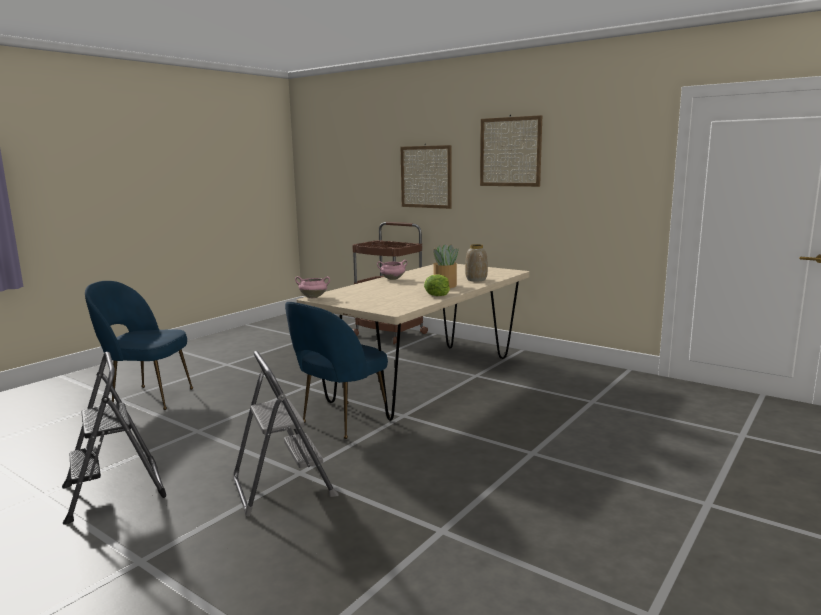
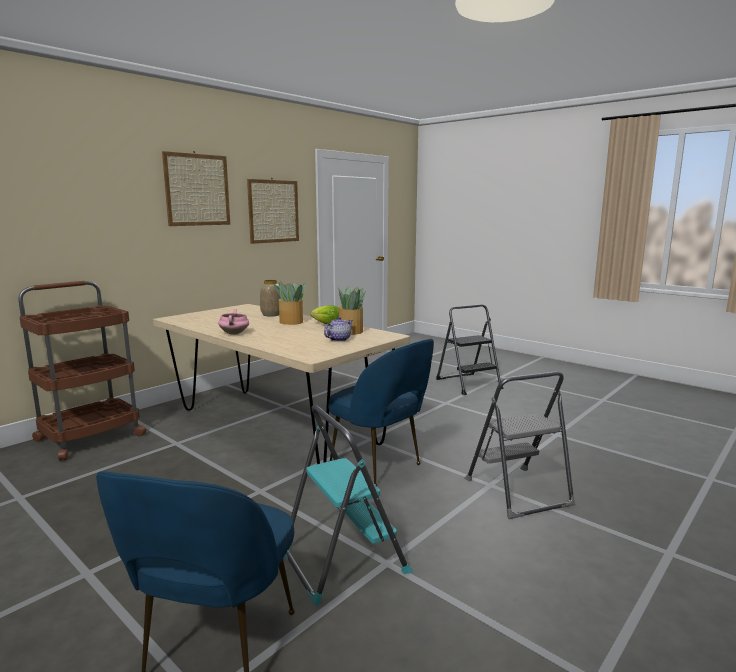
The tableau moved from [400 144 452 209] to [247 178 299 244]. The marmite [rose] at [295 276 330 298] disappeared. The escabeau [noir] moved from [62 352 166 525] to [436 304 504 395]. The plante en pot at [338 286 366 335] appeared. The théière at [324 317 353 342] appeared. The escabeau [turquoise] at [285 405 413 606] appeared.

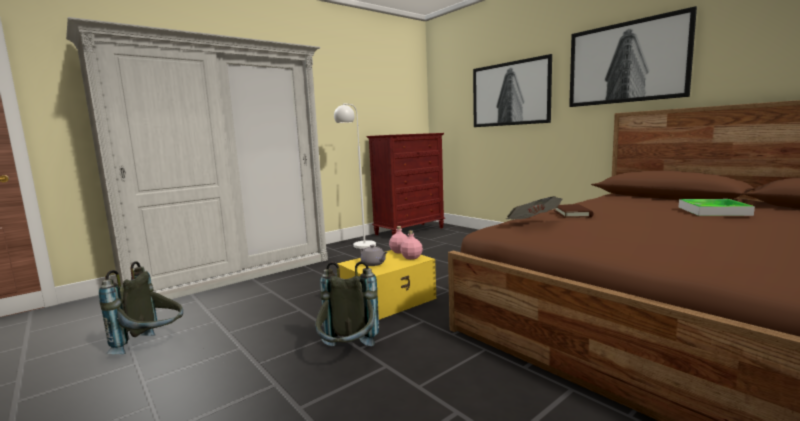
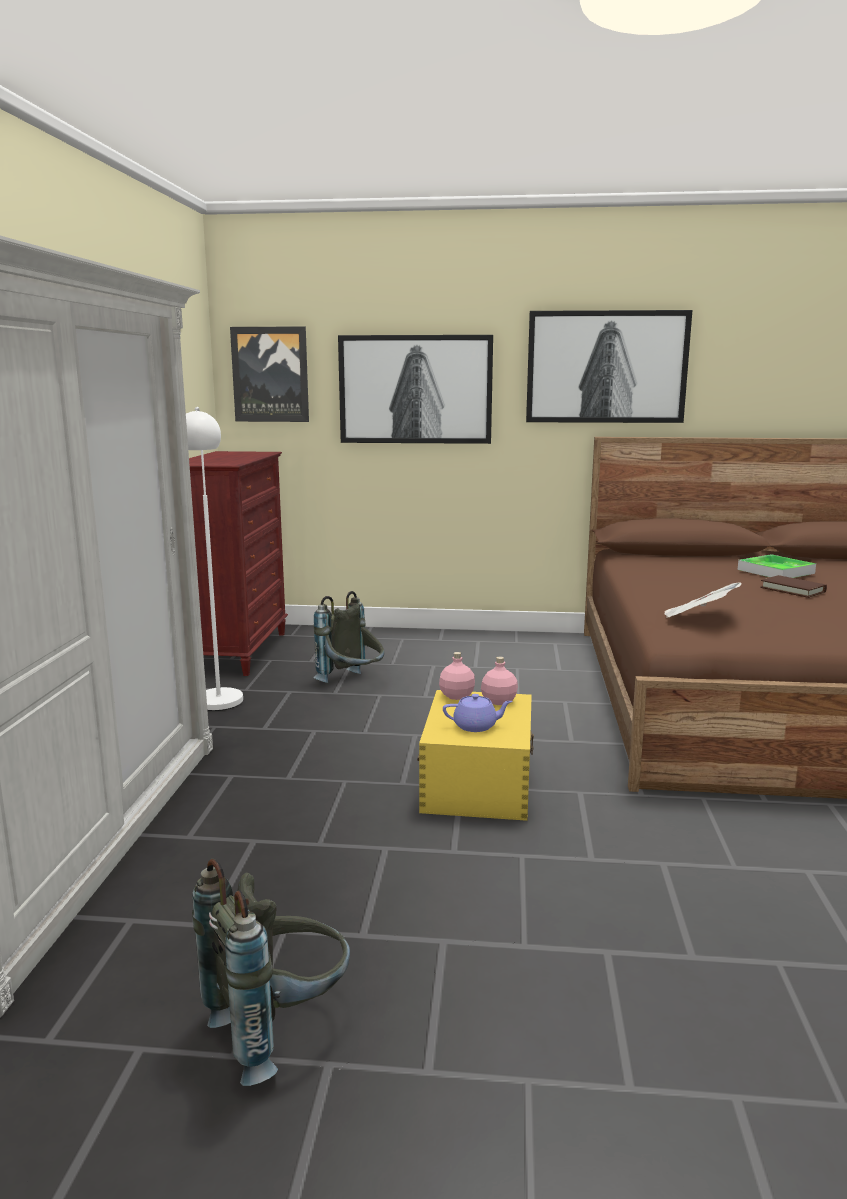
The livre [marron] moved from [554 204 593 218] to [760 575 827 598]. The théière [gris] at [360 245 388 266] became the théière [violet] at [443 694 513 732]. The sac à dos [gris] moved from [315 261 379 346] to [313 591 385 683]. The tableau at [230 326 309 422] appeared.

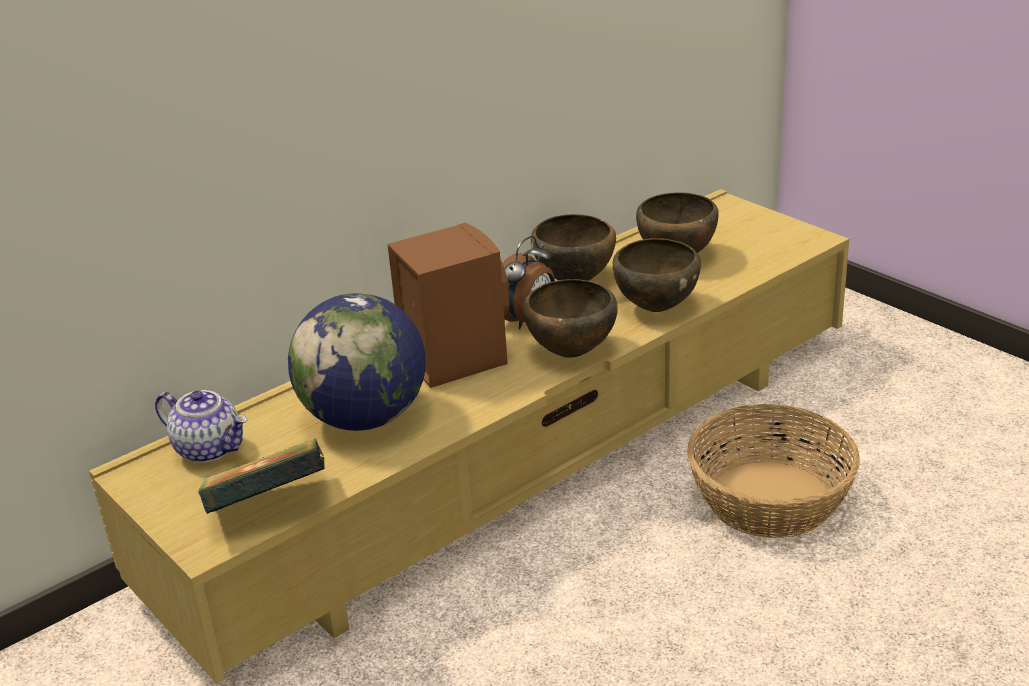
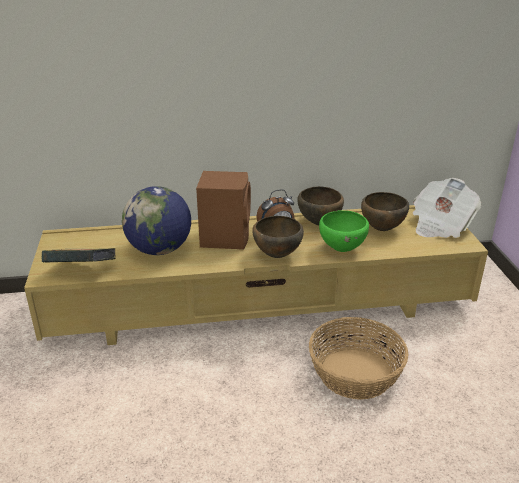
The bol [marron] at [613 238 701 312] became the bol [vert] at [319 210 369 252]. The théière at [155 390 248 463] disappeared. The journal at [412 178 481 238] appeared.

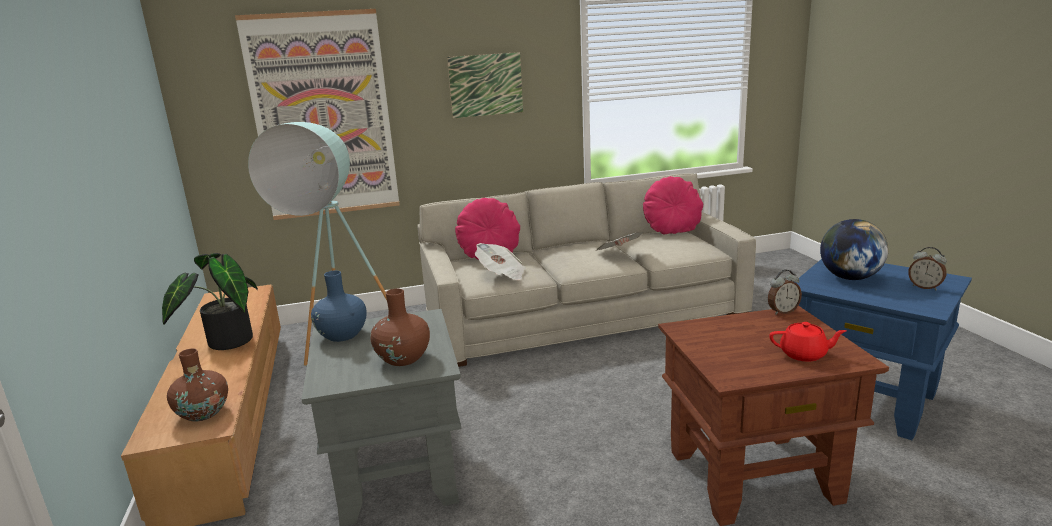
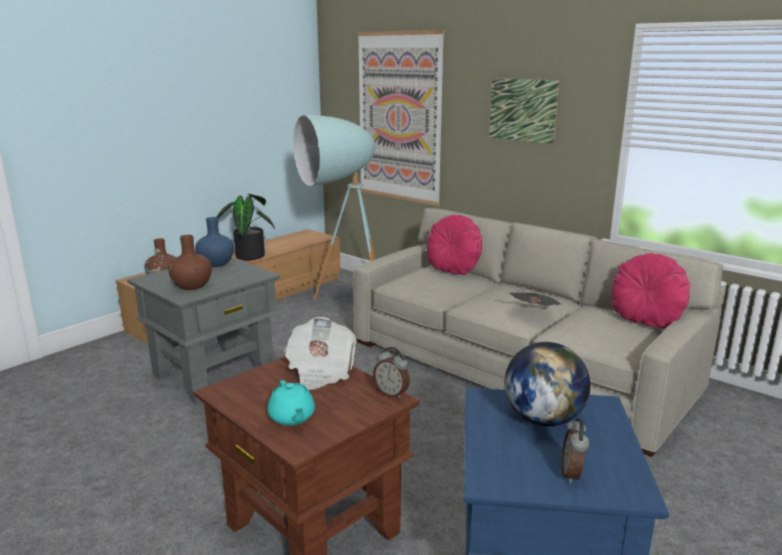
The journal moved from [475 243 526 280] to [284 317 357 390]. The théière [rouge] at [769 322 847 361] became the théière [turquoise] at [267 380 315 426].

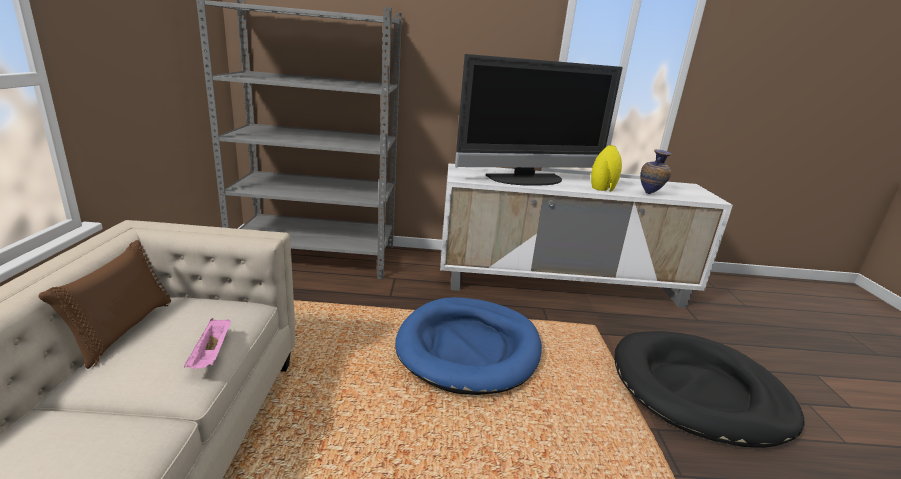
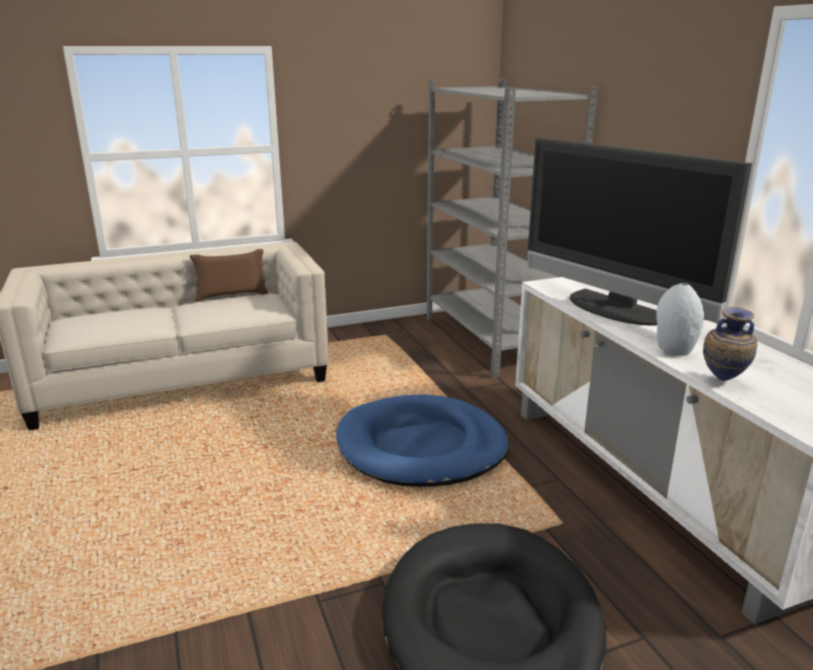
The vase [jaune] at [591 145 622 192] became the vase [gris] at [656 283 704 356]. The plateau [rose] at [184 318 231 369] disappeared.

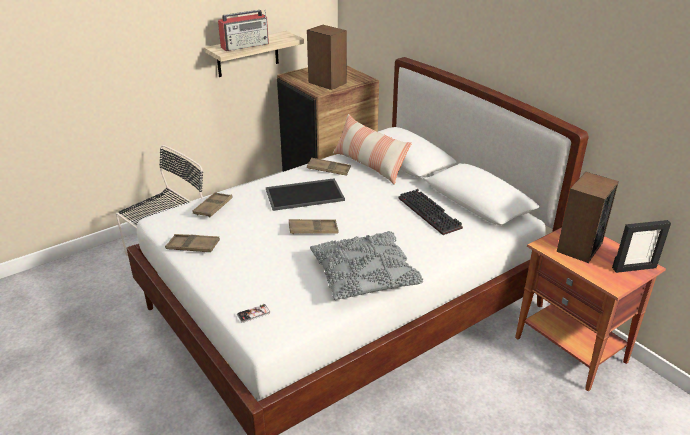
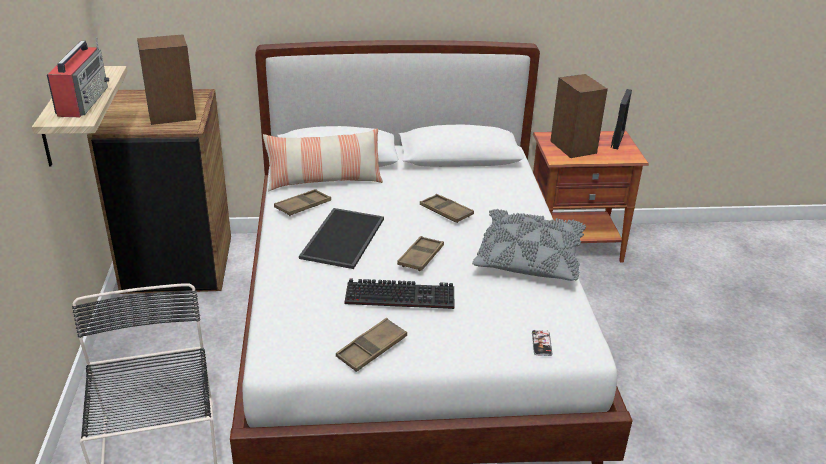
The clavier moved from [399 189 463 235] to [345 279 454 309]. The plateau [marron] moved from [192 192 233 218] to [420 194 474 223].

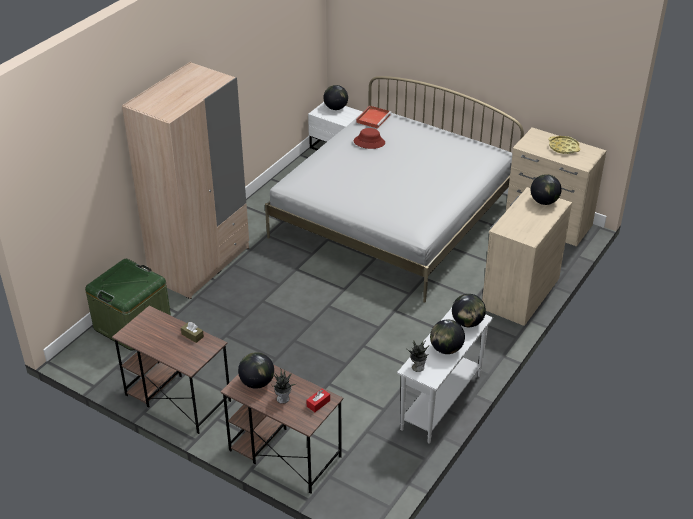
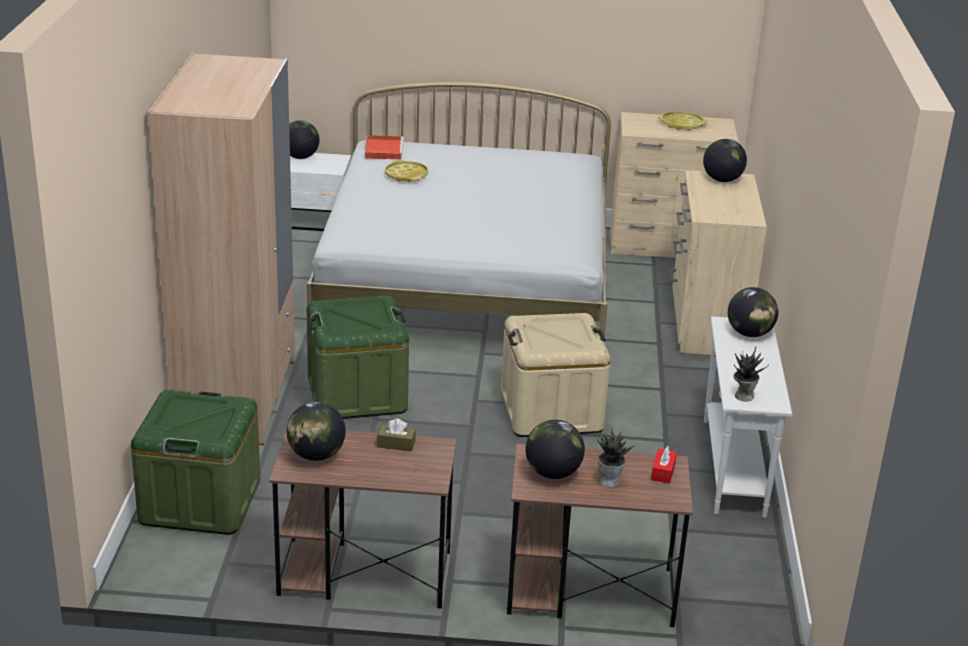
The chapeau [rouge] at [354 128 385 149] was replaced by the plateau [jaune] at [385 160 428 182]. The globe moved from [430 319 465 354] to [287 402 346 461]. The boîte de rangement [vert] at [307 296 409 419] appeared. The boîte de rangement [beige] at [501 313 611 437] appeared.

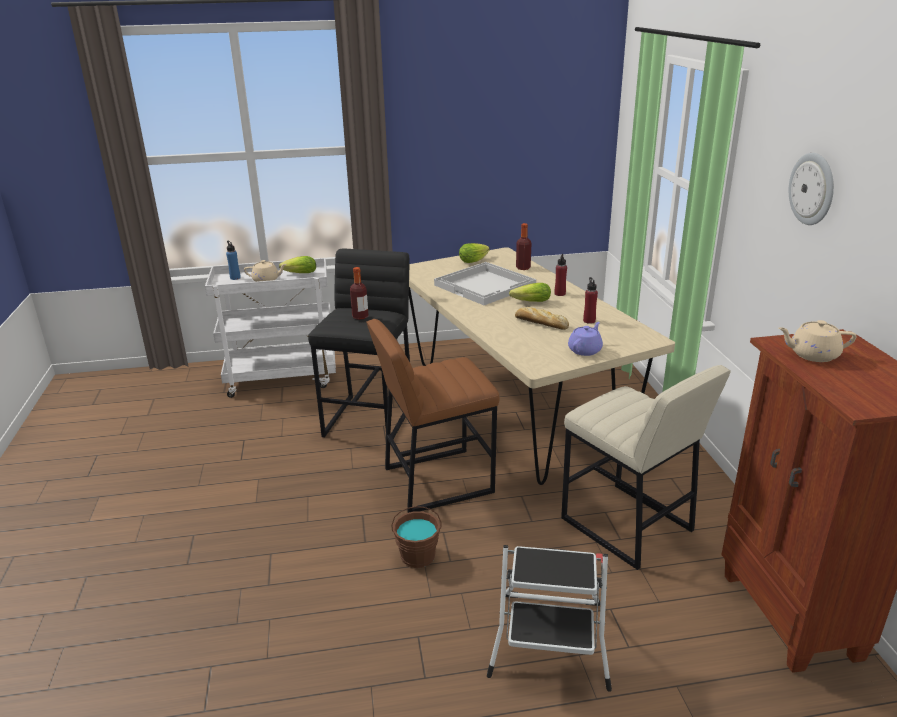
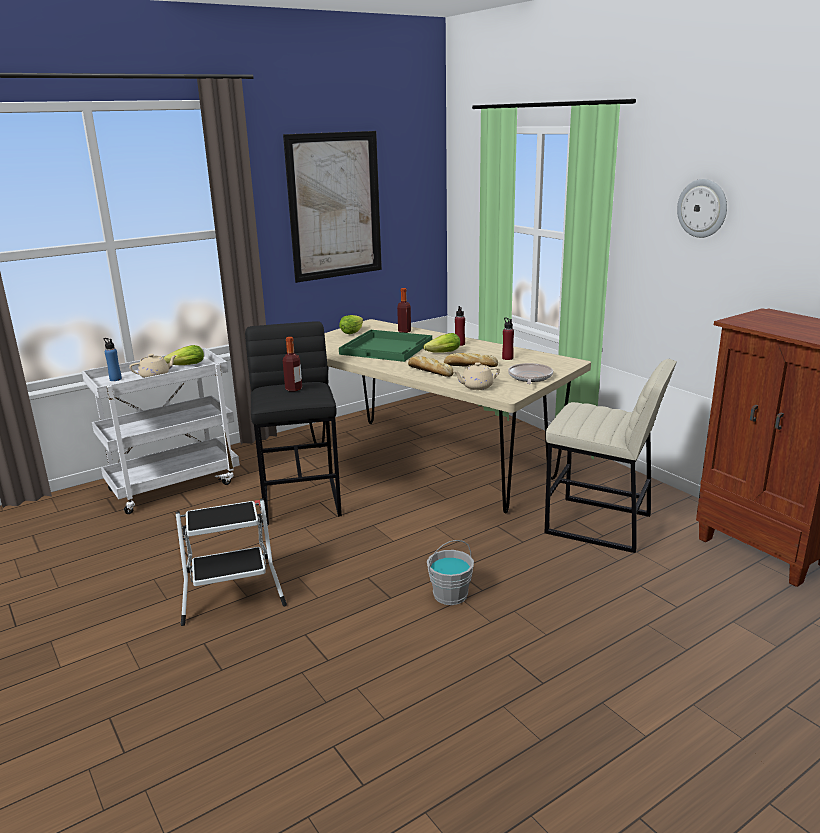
The plateau [blanc] at [434 262 536 305] became the plateau [vert] at [339 330 432 362]. The chaise [marron] at [366 319 500 513] disappeared. The théière [beige] moved from [778 320 857 362] to [453 362 500 390]. The théière [violet] at [568 322 603 356] was replaced by the poêle at [508 363 553 384]. The seau [marron] at [391 506 441 568] became the seau [gris] at [427 540 474 605]. The escabeau moved from [487 545 612 692] to [176 498 287 626]. The tableau at [283 131 382 283] appeared. The pain at [408 356 454 377] appeared.

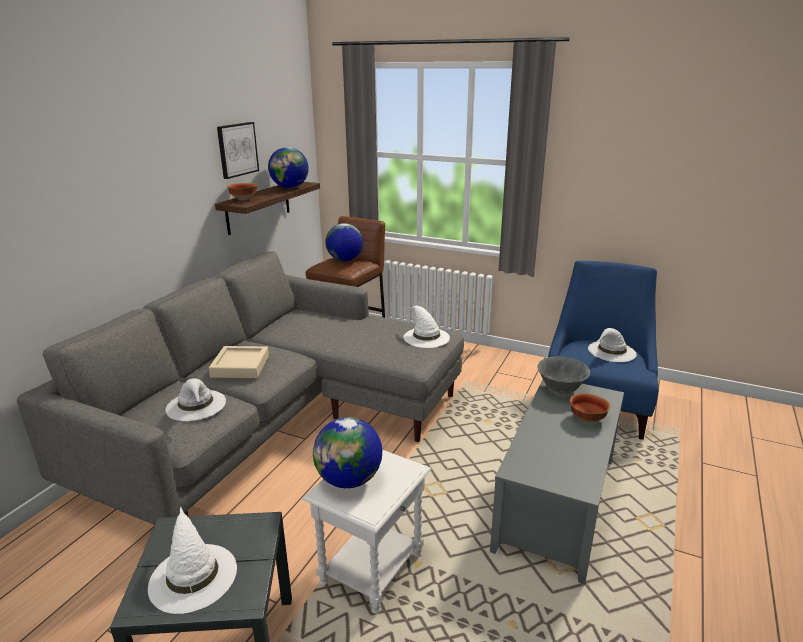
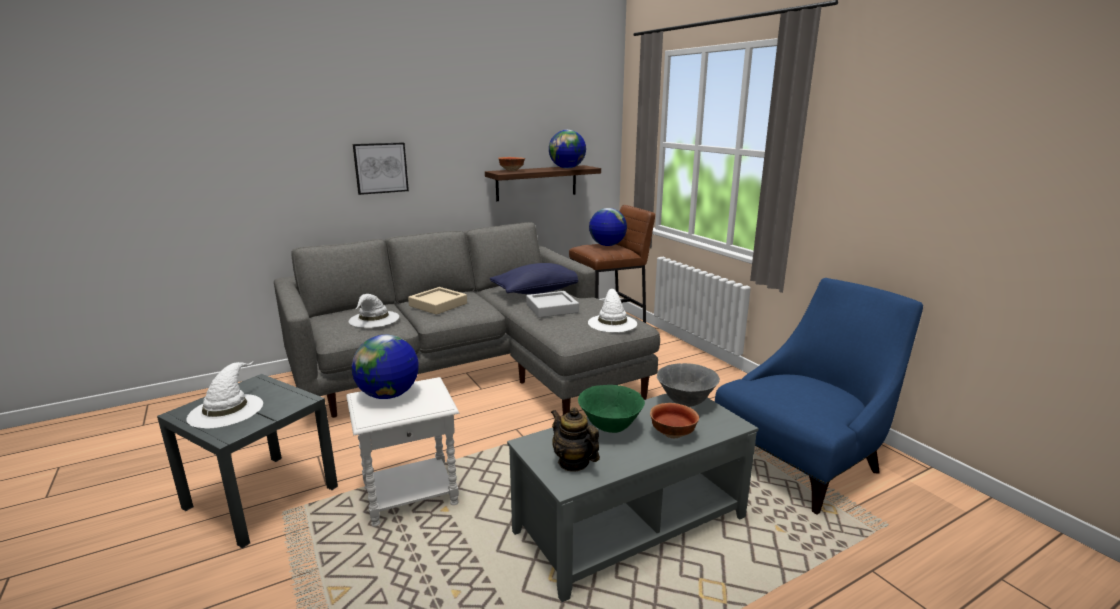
The tableau moved from [217 122 259 179] to [353 143 409 195]. The chapeau [blanc] at [588 328 637 362] disappeared. The coussin [bleu] at [490 263 578 294] appeared. The plateau [gris] at [526 291 579 318] appeared. The bol [vert] at [578 385 645 433] appeared. The théière at [551 407 600 472] appeared.

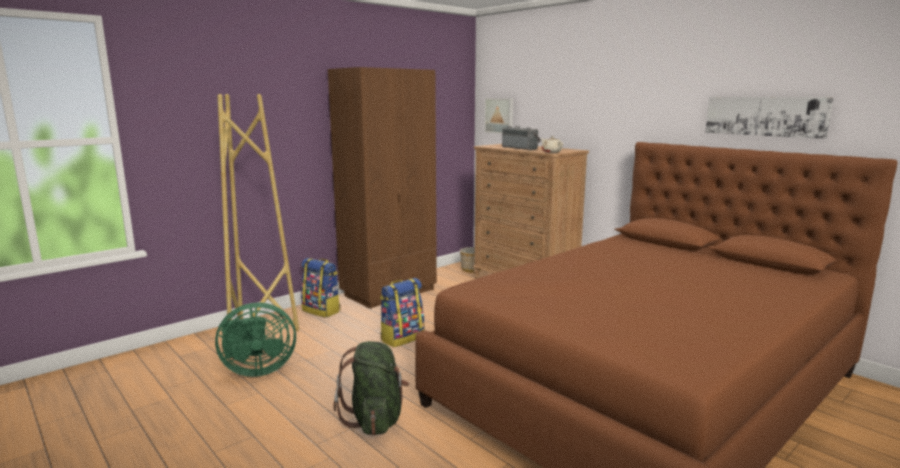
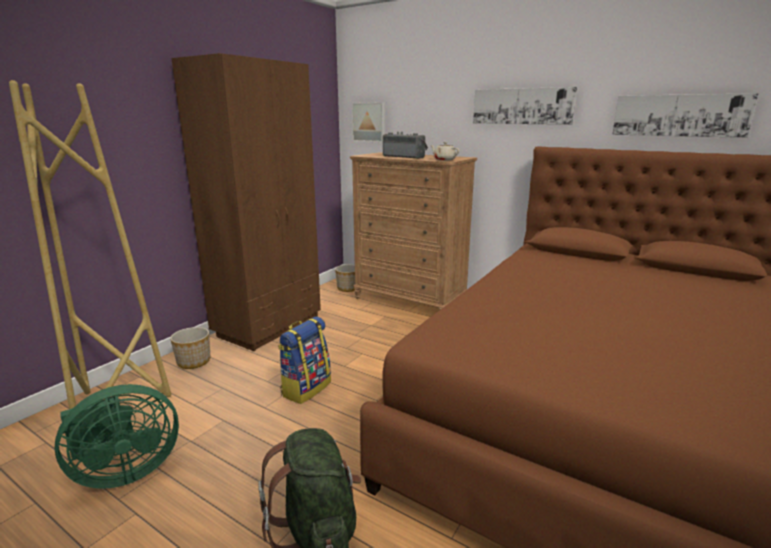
The sac à dos at [301 258 341 318] was replaced by the cache-pot at [170 327 210 369]. The tableau at [473 87 577 125] appeared.

